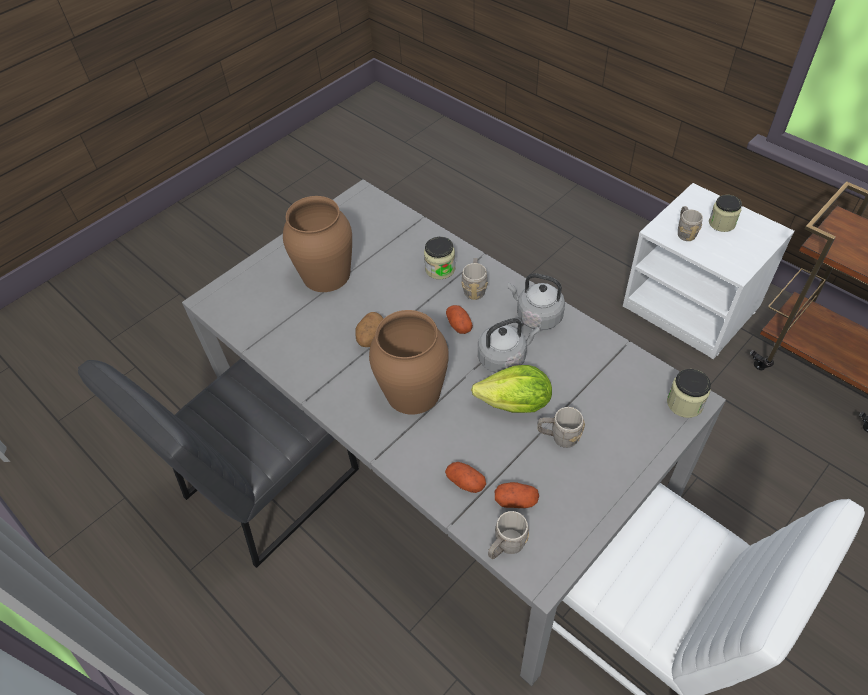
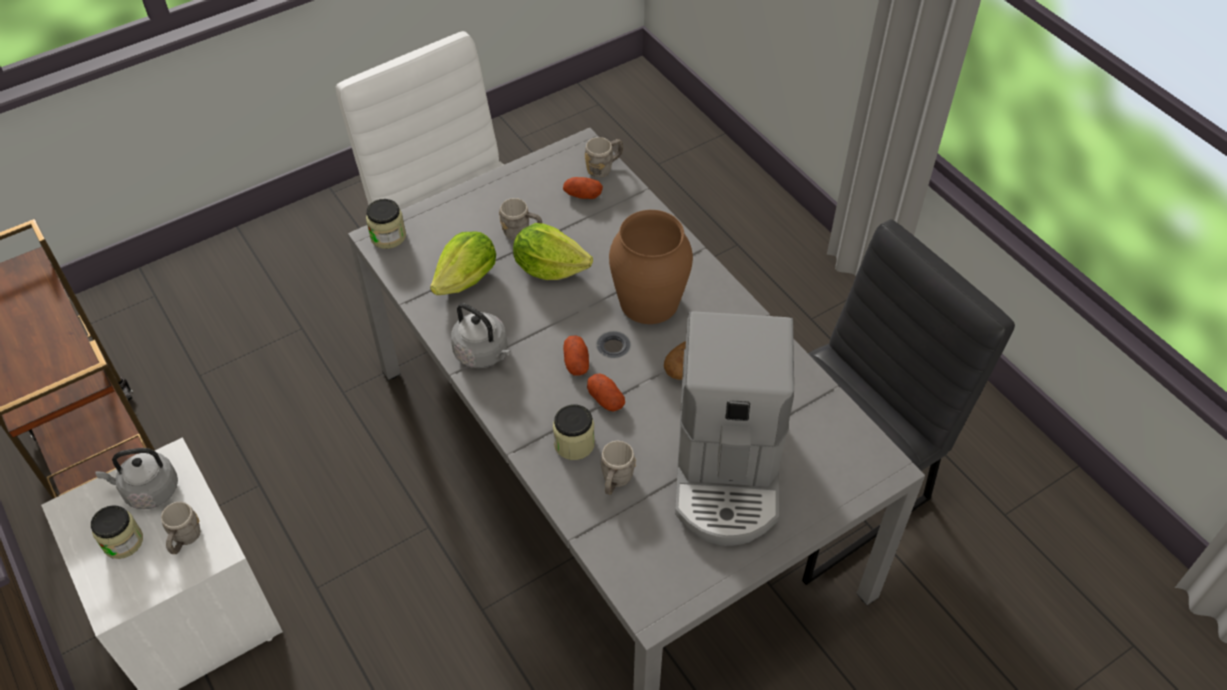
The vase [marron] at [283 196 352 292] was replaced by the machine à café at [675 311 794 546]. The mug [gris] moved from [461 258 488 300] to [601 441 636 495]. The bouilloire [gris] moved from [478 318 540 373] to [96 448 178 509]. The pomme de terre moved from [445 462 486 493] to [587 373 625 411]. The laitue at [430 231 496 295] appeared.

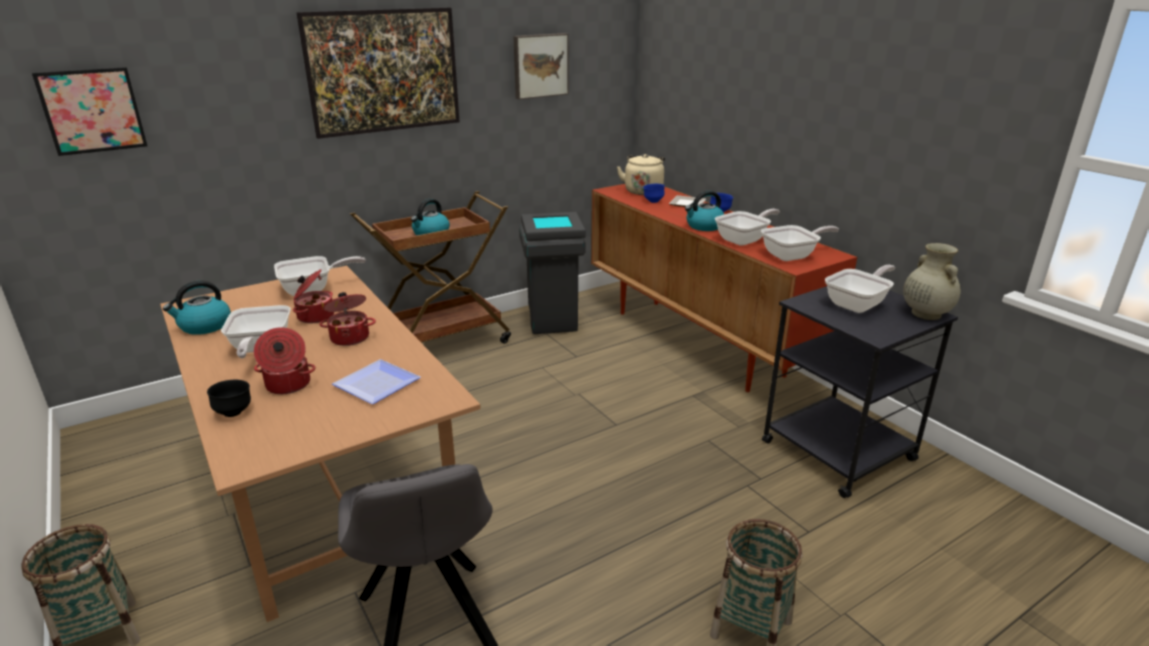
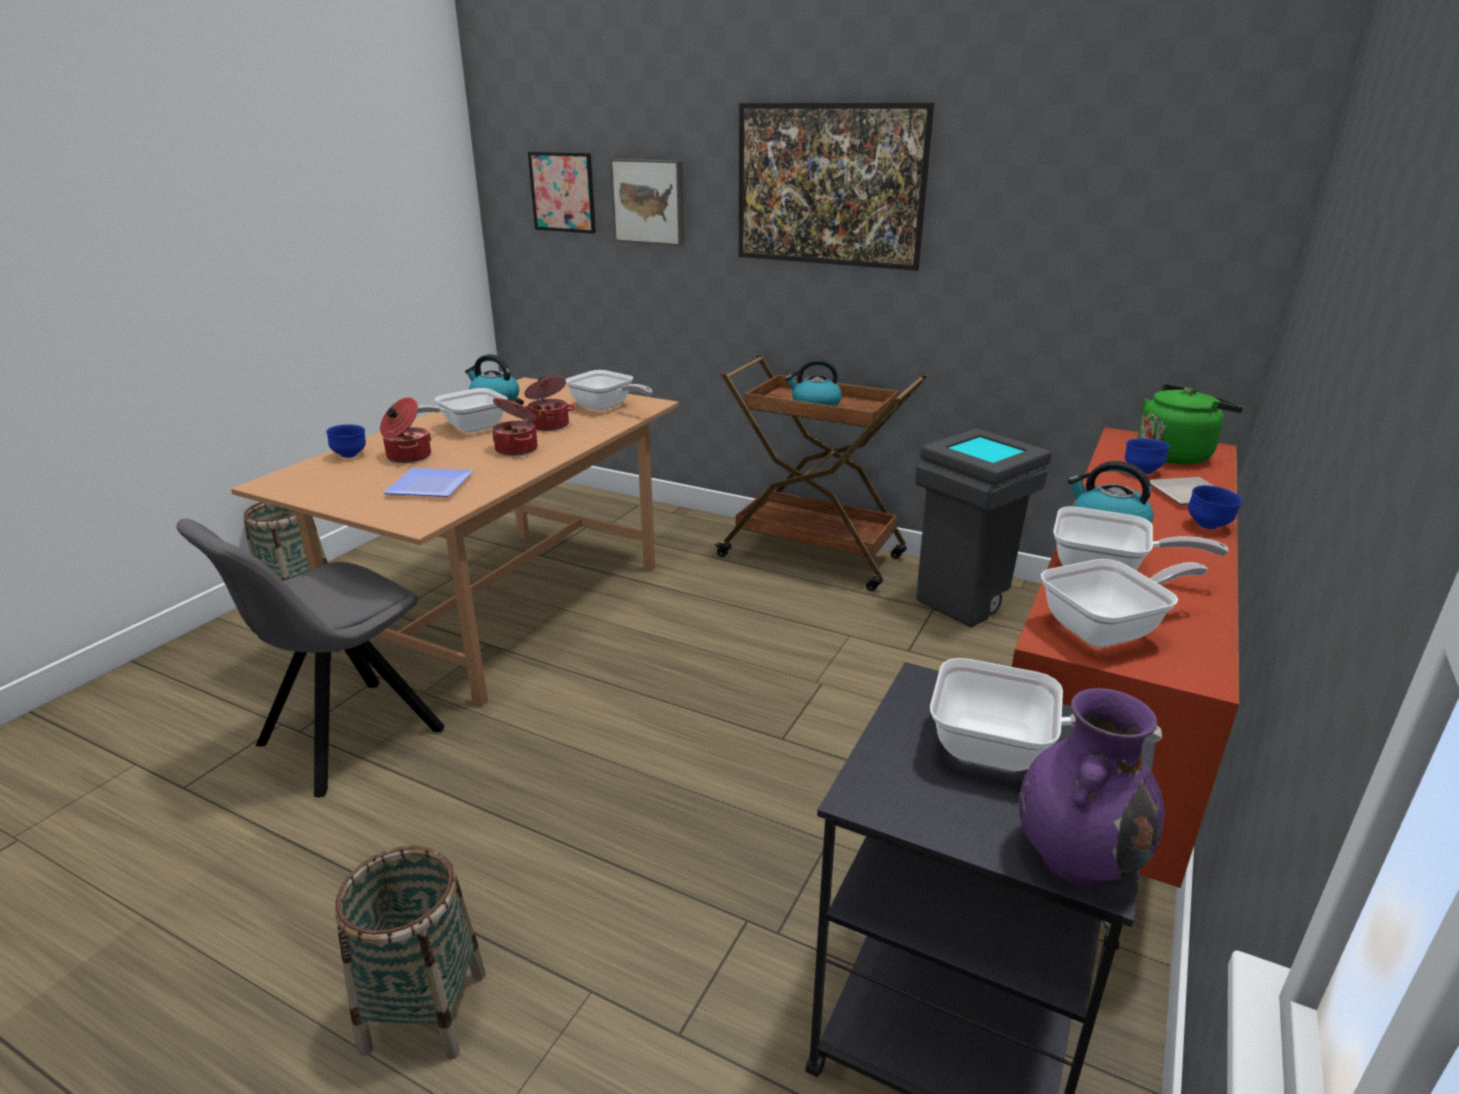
The tableau moved from [513 33 569 100] to [610 159 684 246]. The bouilloire [beige] at [617 154 665 195] became the bouilloire [vert] at [1138 384 1244 465]. The poêle at [761 225 839 261] turned 60 degrees counterclockwise. The vase [beige] at [903 243 961 320] became the vase [violet] at [1019 688 1164 887]. The bol [noir] at [207 380 251 417] became the bol [bleu] at [326 424 366 458].

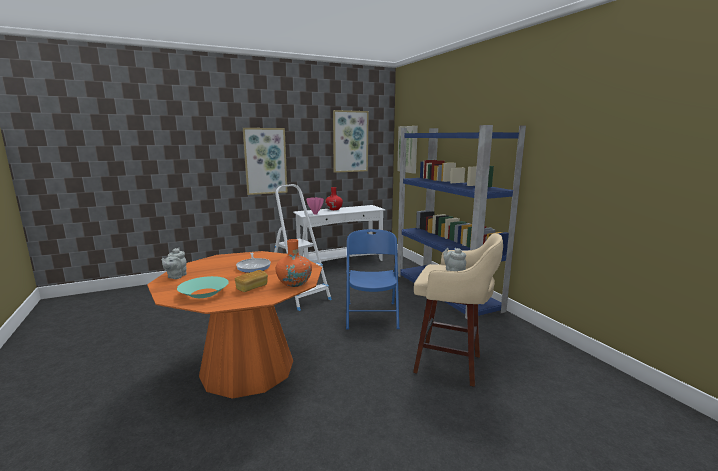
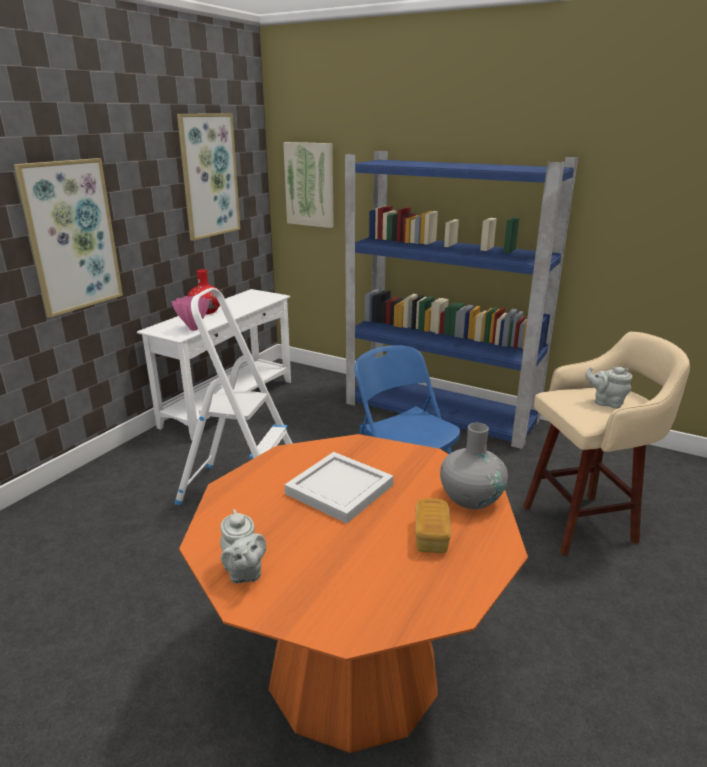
The vase [orange] at [276 239 312 287] became the vase [gris] at [440 423 508 509]. The poêle at [236 253 271 273] was replaced by the plateau [blanc] at [285 452 394 523]. The bol [turquoise] at [177 276 229 298] disappeared.

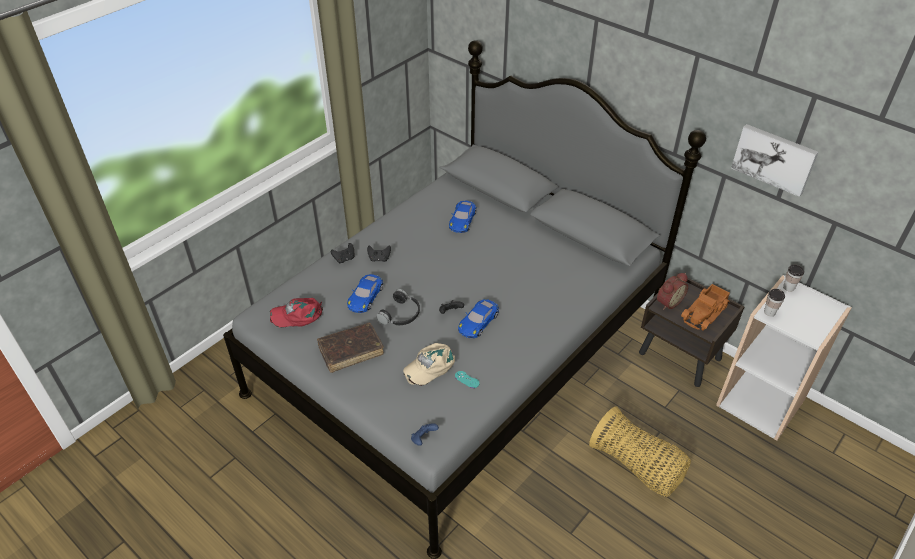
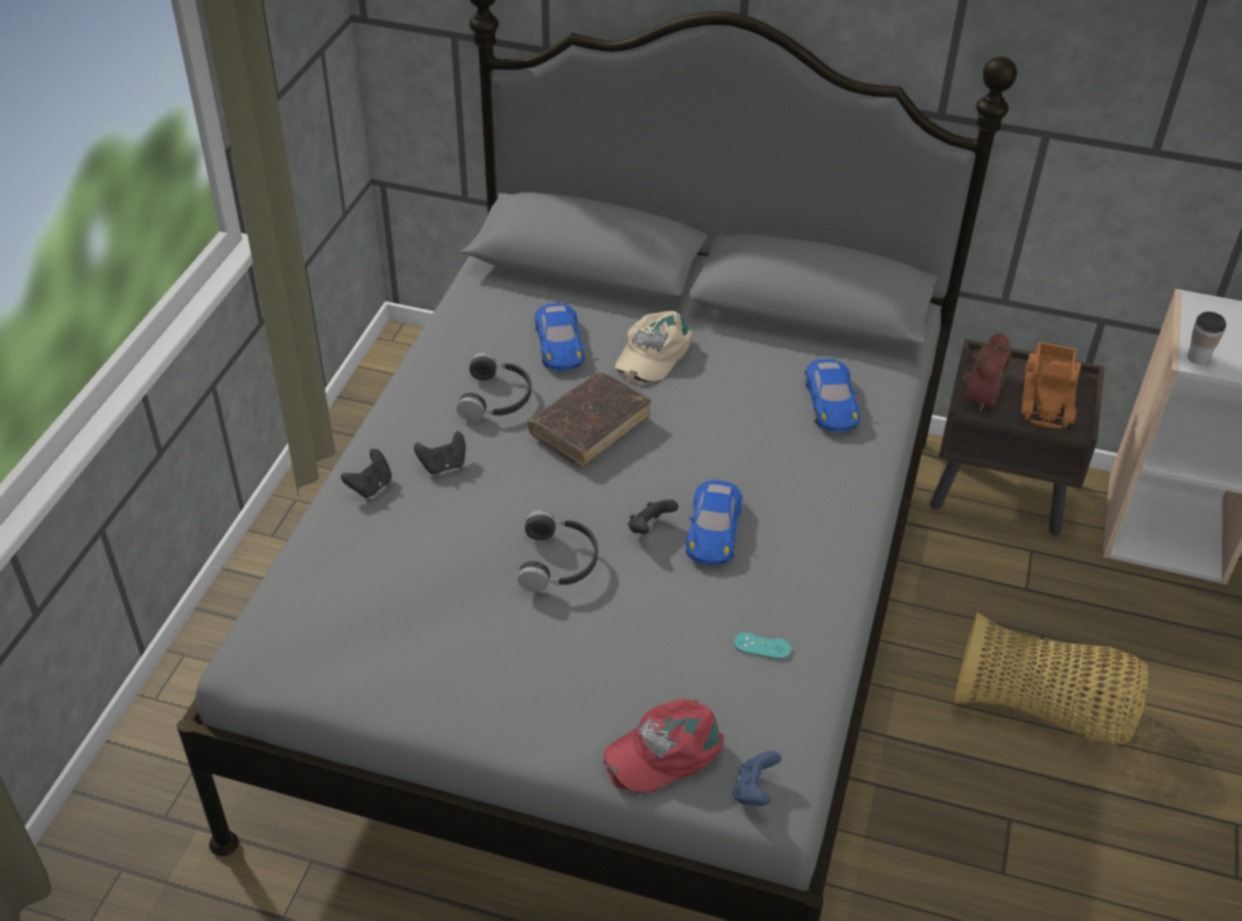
The tableau at [731 124 818 197] disappeared. The tasse at [783 265 804 292] disappeared. The petite voiture [bleu] moved from [347 274 383 313] to [805 359 860 432]. The casquette [rouge] moved from [270 298 323 328] to [603 698 724 794]. The livre [marron] moved from [317 323 384 373] to [528 372 651 468]. The casquette [beige] moved from [403 343 455 386] to [615 311 693 385]. The casque audio [noir] at [457 353 531 421] appeared.

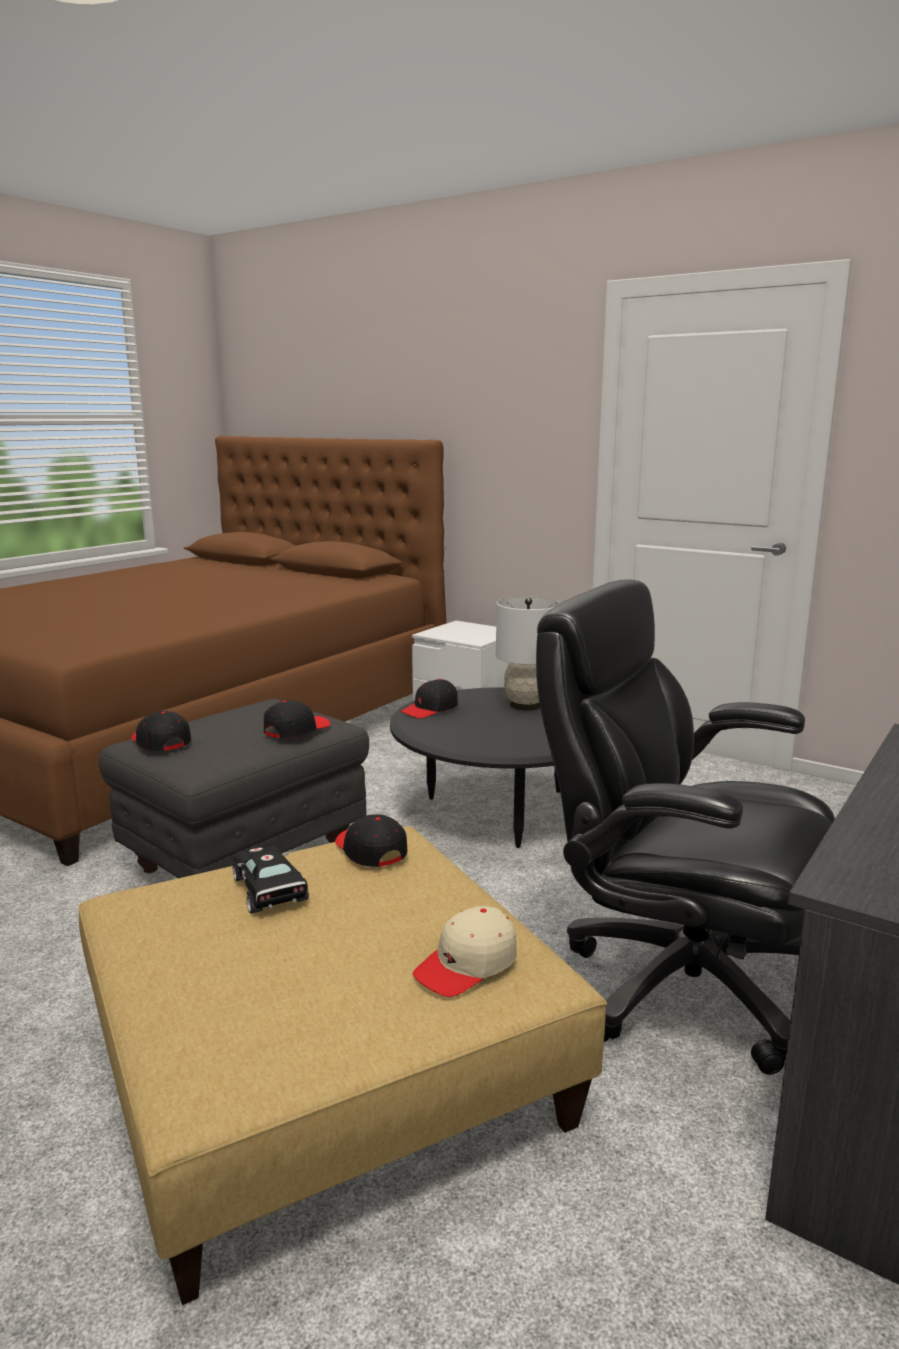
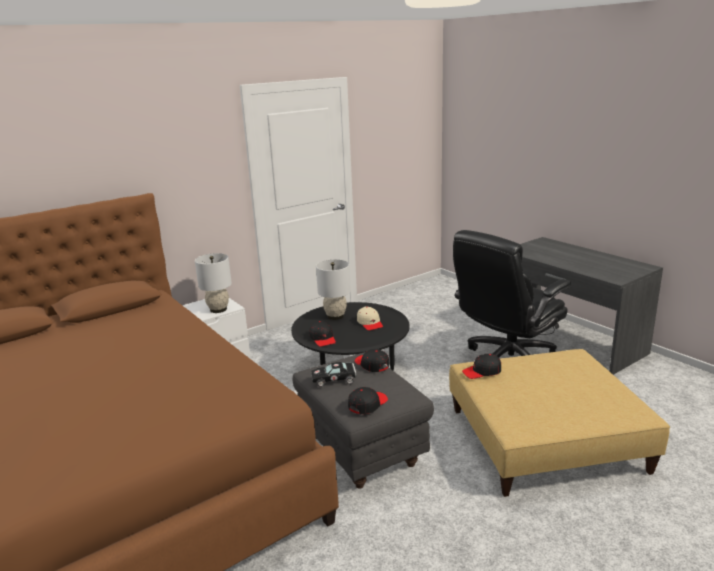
The casquette [noir] at [131 711 191 751] turned 150 degrees clockwise. The petite voiture [noir] moved from [232 846 309 914] to [311 362 357 387]. The casquette [beige] moved from [413 906 517 997] to [357 307 383 330]. The lampe de table [blanc] at [195 253 232 313] appeared.

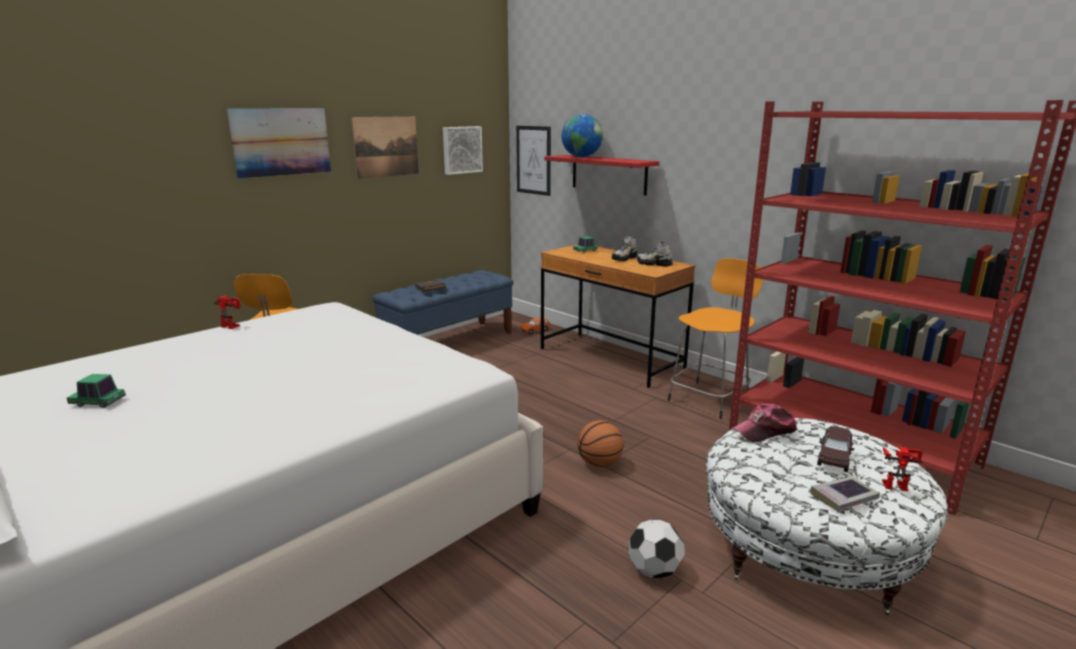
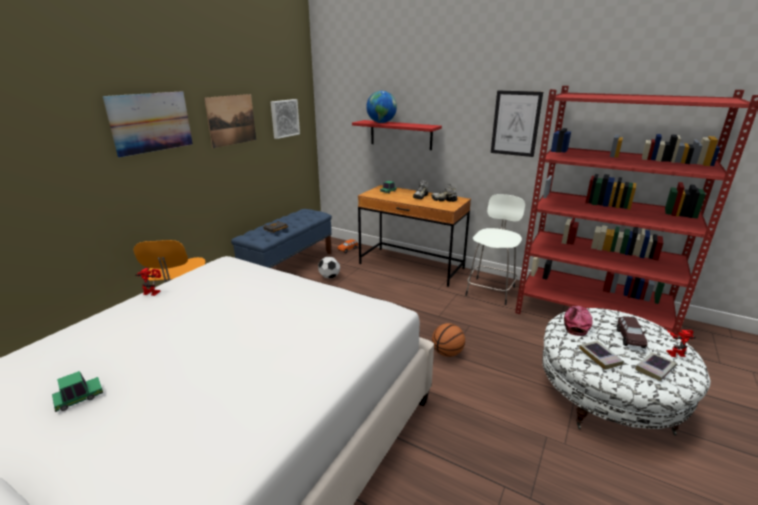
The tableau moved from [516 126 551 196] to [491 91 543 157]. The tabouret [orange] at [668 258 763 419] became the tabouret [blanc] at [465 194 525 305]. The petite voiture at [67 374 126 408] turned 150 degrees clockwise. The casquette at [732 403 797 442] turned 150 degrees clockwise. The ballon de foot moved from [629 520 685 578] to [318 257 340 278]. The livre at [579 341 624 370] appeared.

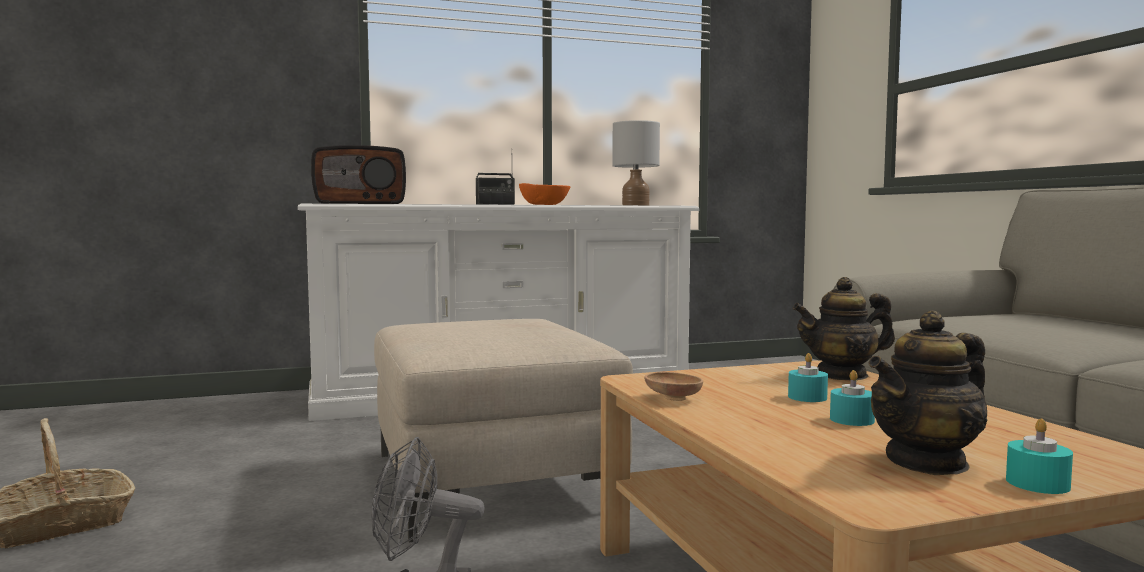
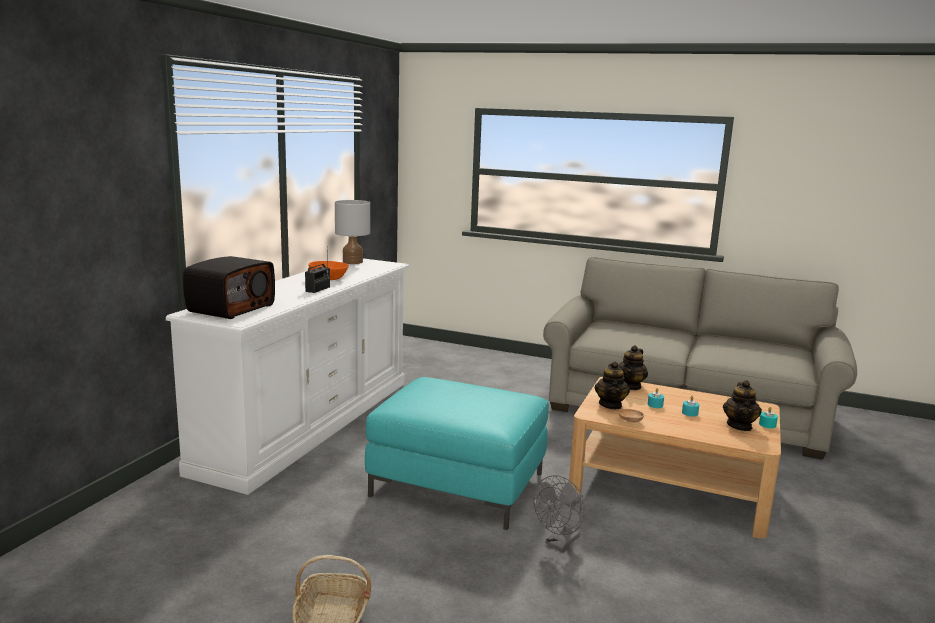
The pouf [beige] at [374 319 633 543] became the pouf [turquoise] at [365 377 549 530]. The théière at [594 361 630 409] appeared.

